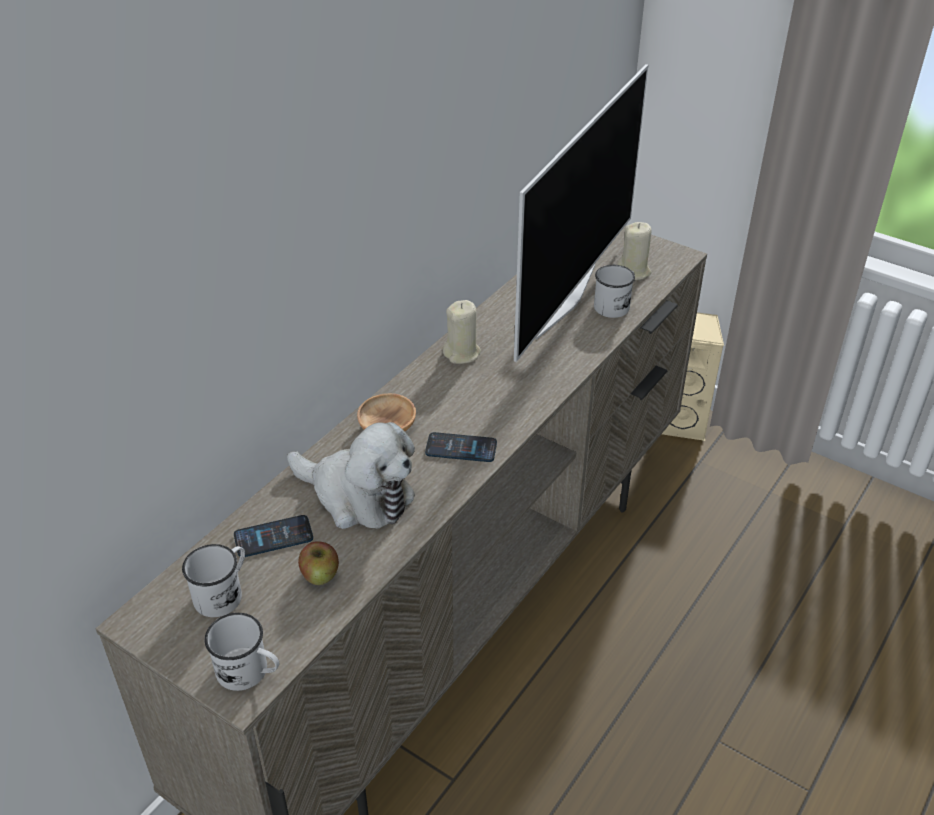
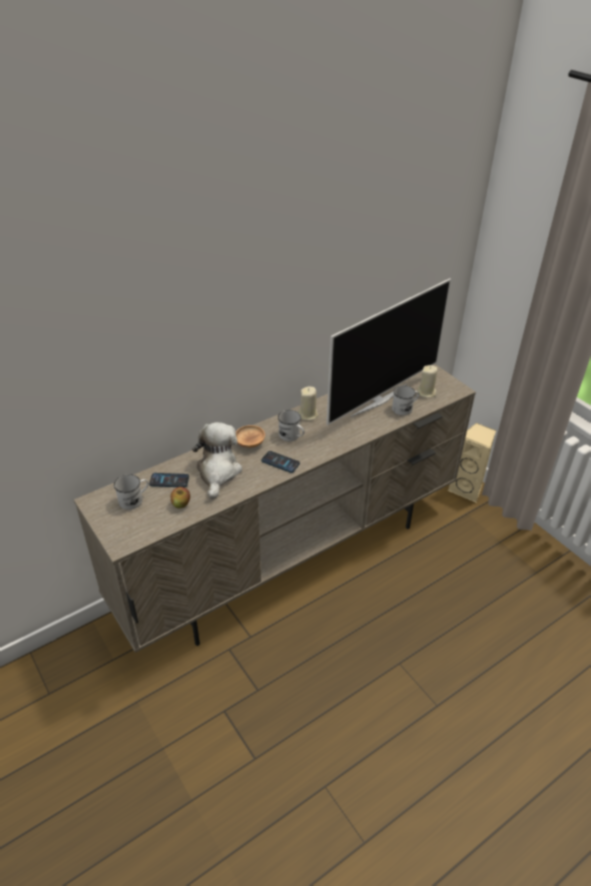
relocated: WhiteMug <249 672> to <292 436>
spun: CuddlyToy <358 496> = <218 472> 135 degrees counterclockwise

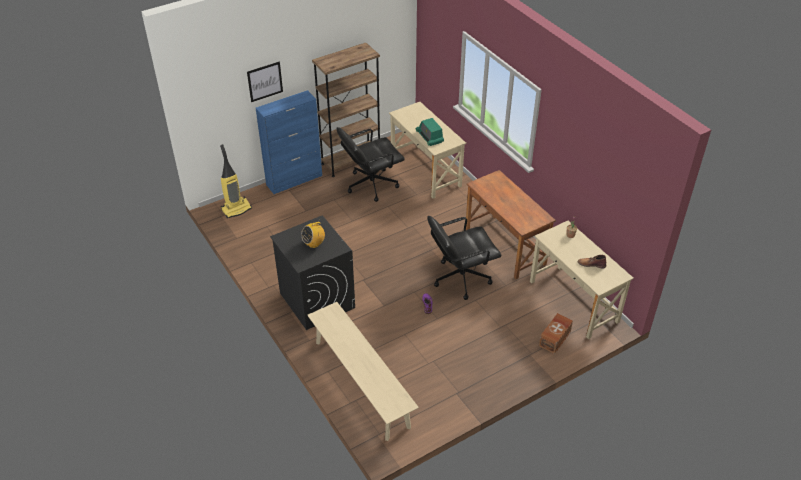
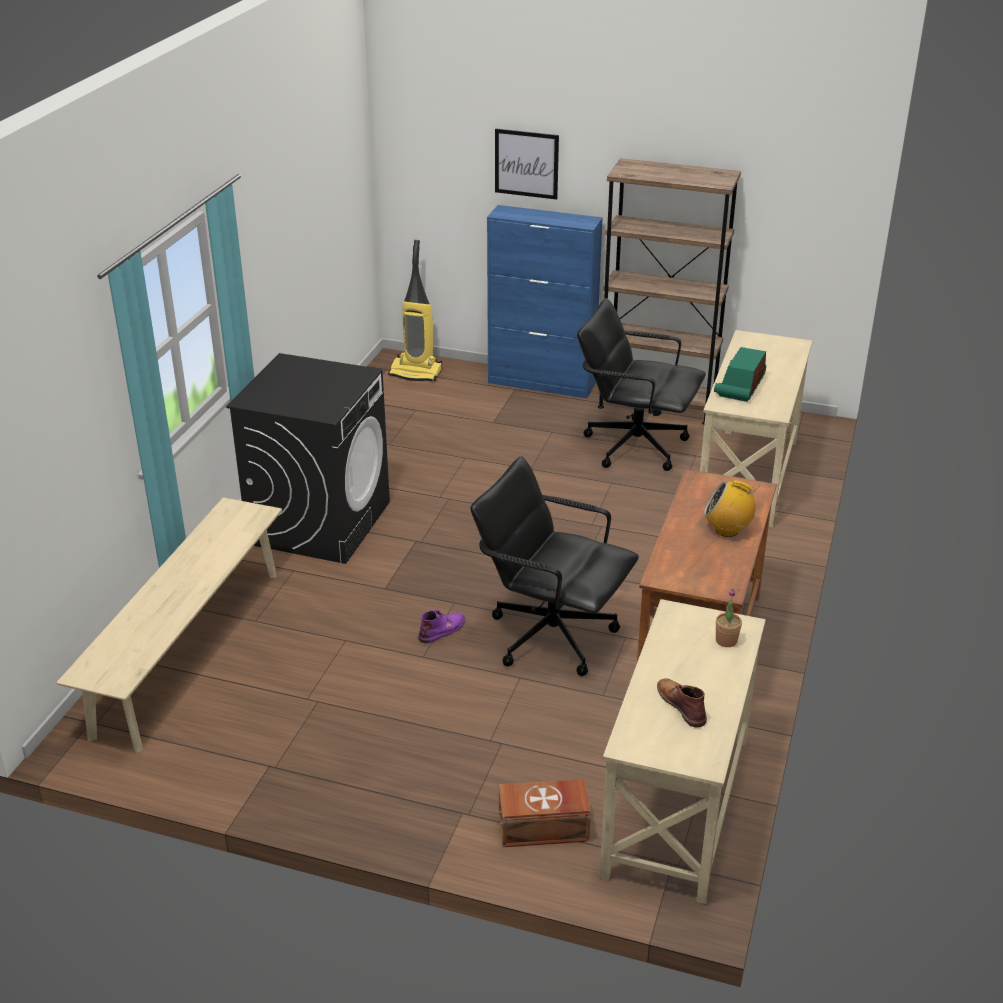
relocated: RadioReceiver <314 243> to <727 529>

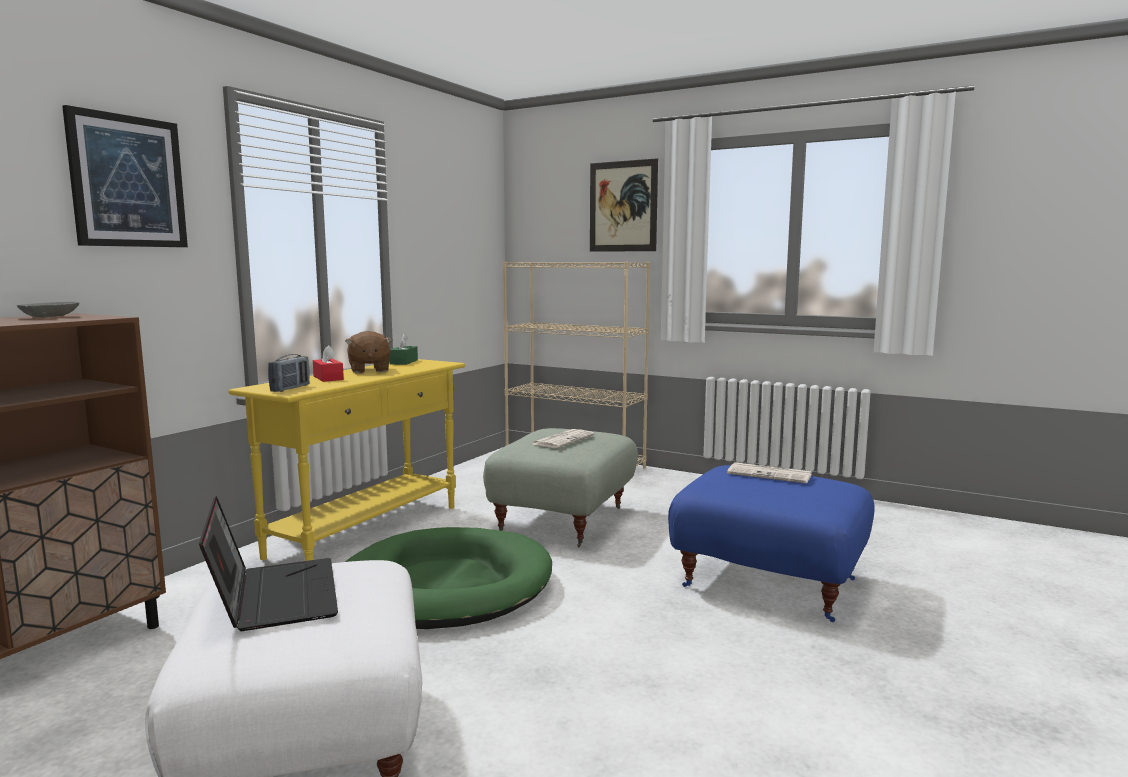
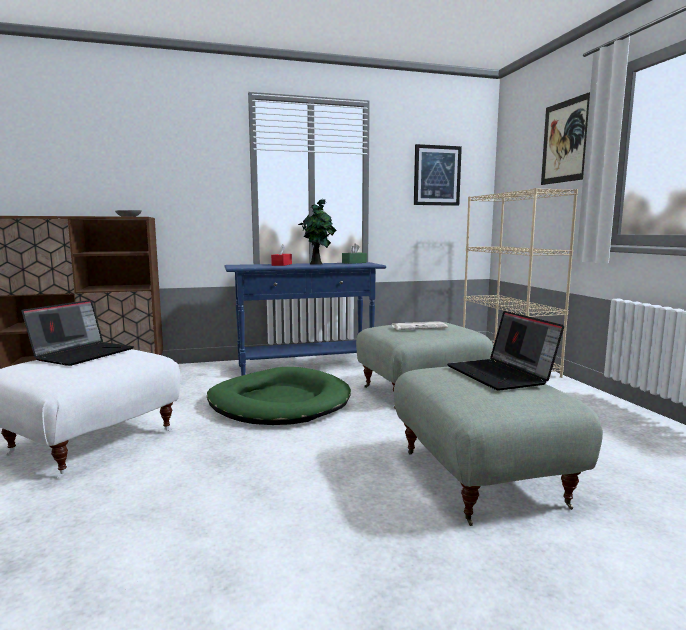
missing: RadioReceiver <290 388>
relocated: Picture <128 181> to <437 175>
exchanged: BrownColouredCuddlyToy <369 370> to PottedPlant <317 264>; DailyPaper <770 474> to PortableComputer <502 375>
colour: YellowColouredNarrowTable <367 531> to BlueNarrowTable <306 367>; BlueFootrest <770 582> to GreyishFootrest <484 478>

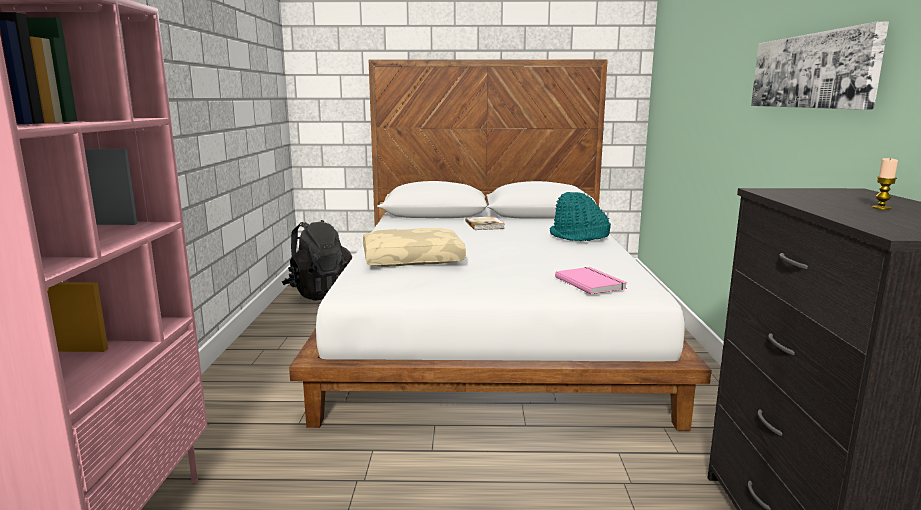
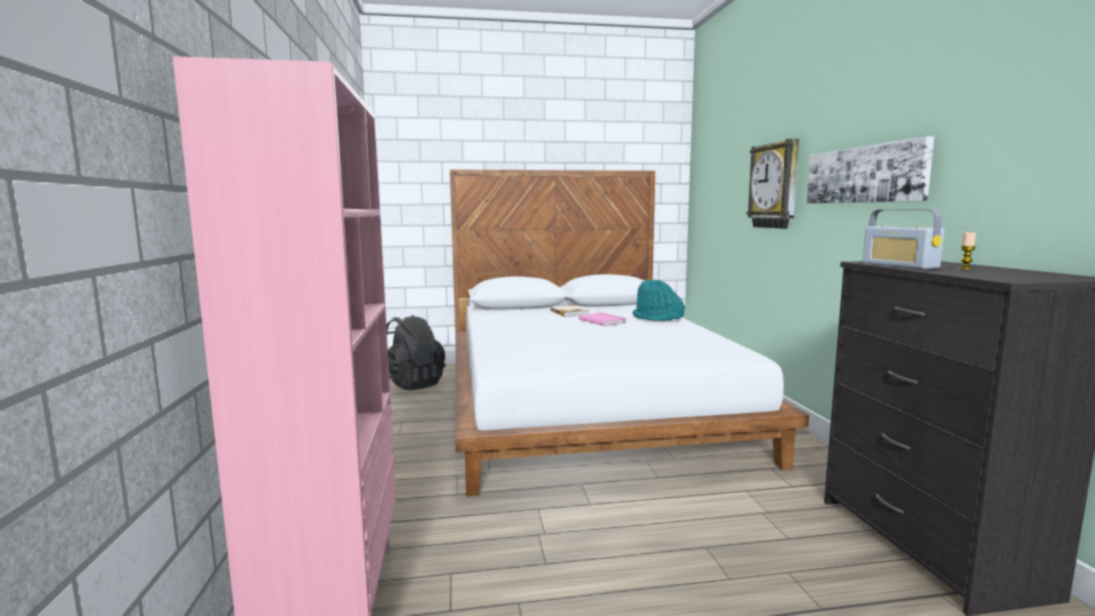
missing: BeigePillow <413 259>
appeared: ClockOnTheWall <775 186>; RadioReceiver <899 266>
relocated: PinkBook <591 282> to <603 321>

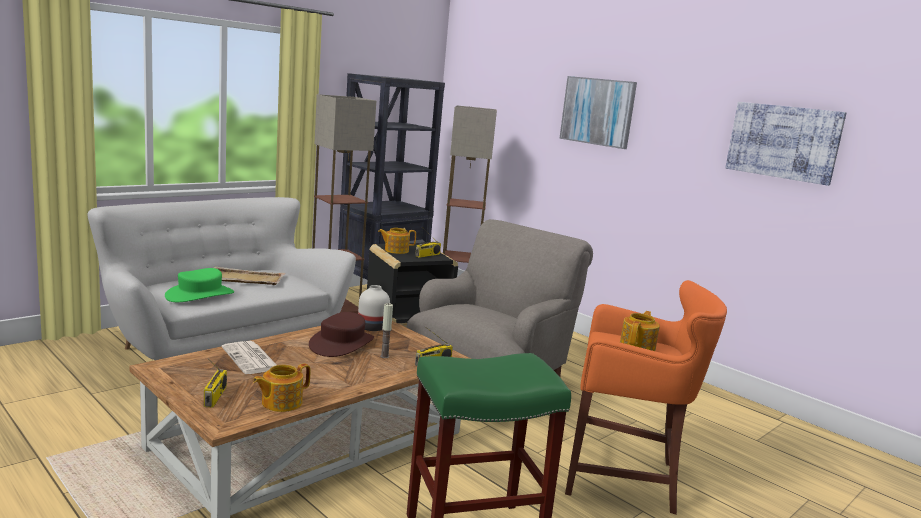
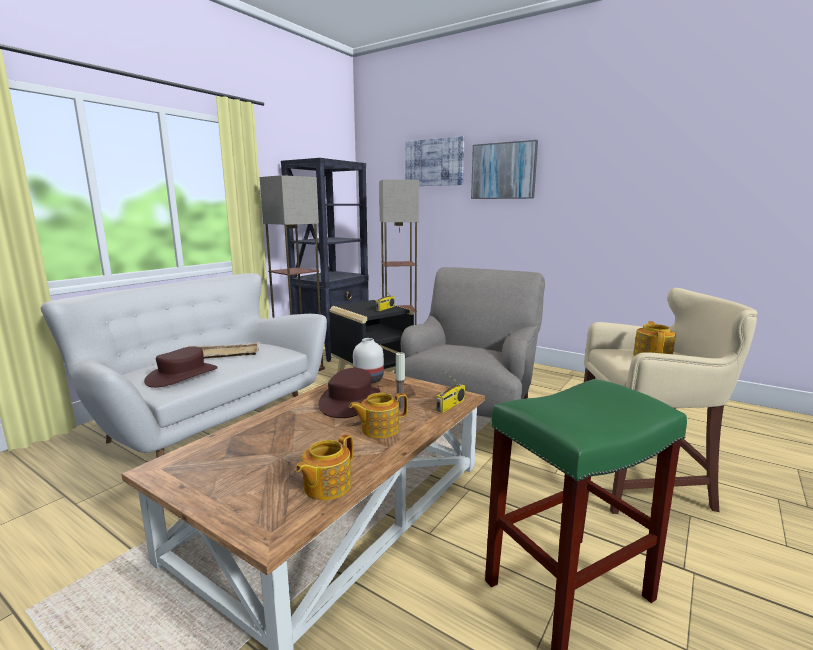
missing: RadioReceiver <215 397>; DailyPaper <251 359>
relocated: Teapot <396 250> to <379 429>; Picture <783 142> to <434 162>
colour: GreenColouredHat <200 295> to BrownColouredHat <182 375>; OrangeyStoolSeat <625 477> to BeigeStoolSeat <645 481>

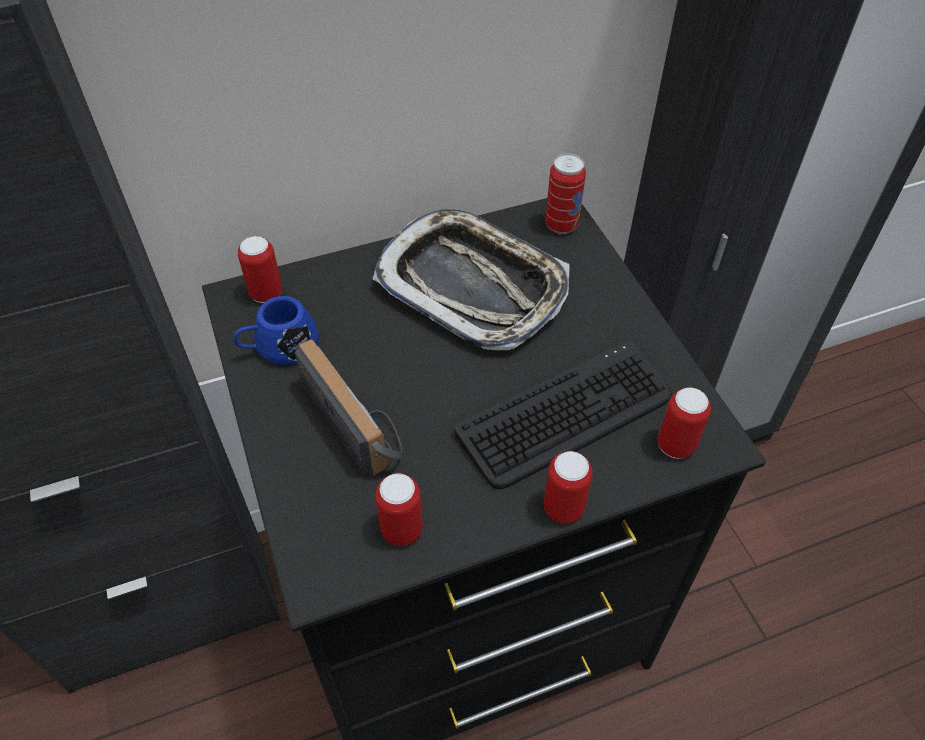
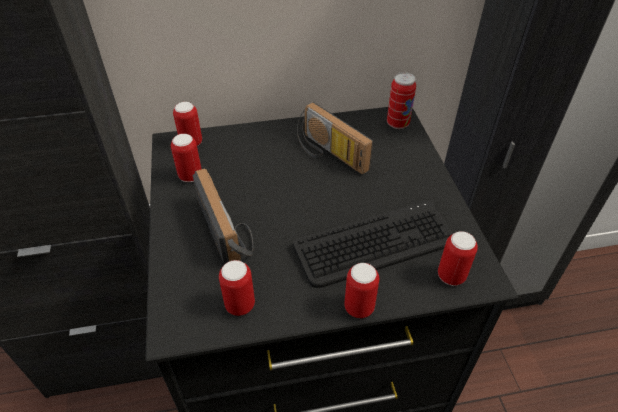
exchanged: BlueMug <279 347> to MetalCan <190 176>; Tray <472 286> to RadioReceiver <328 154>

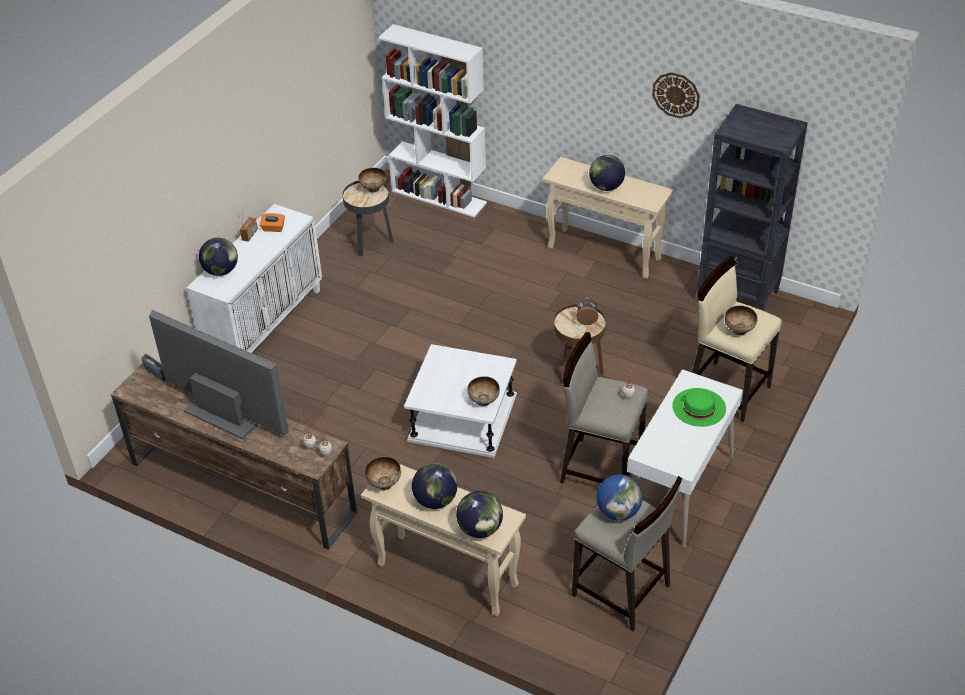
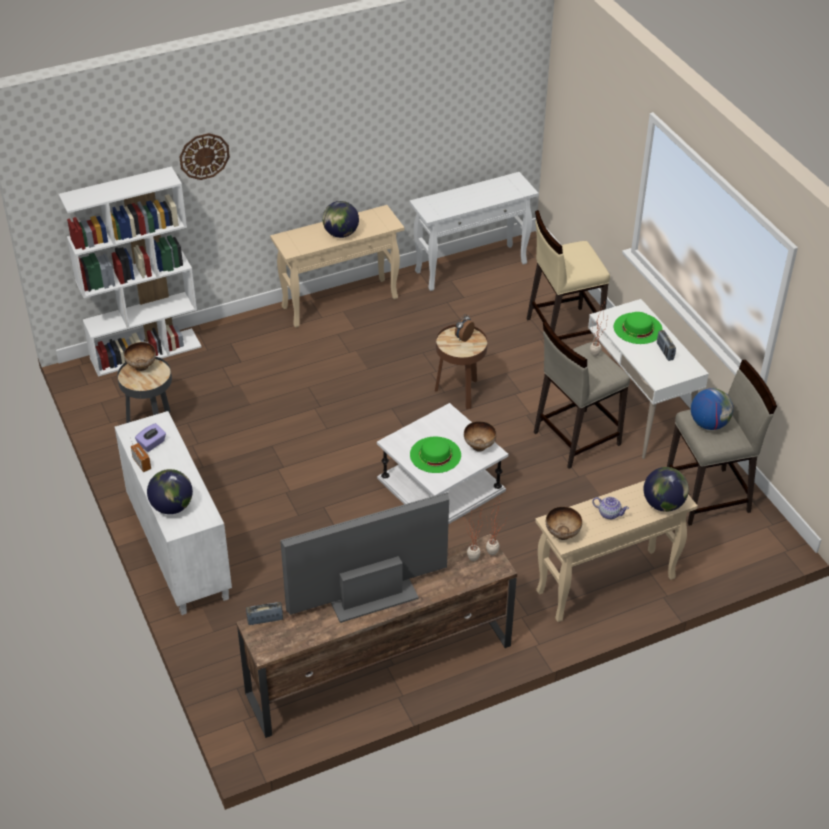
missing: Bowl <738 330>
appeared: GreenColouredHat <435 454>; RadioReceiver <665 351>
relocated: ClockOnTheWall <676 95> to <204 156>
exchanged: Globe <435 500> to Teapot <609 513>; BlackColouredBookcase <738 297> to WhiteNarrowTable <471 267>
colour: OrangeyTissueBox <273 228> to PurplishTissueBox <152 444>

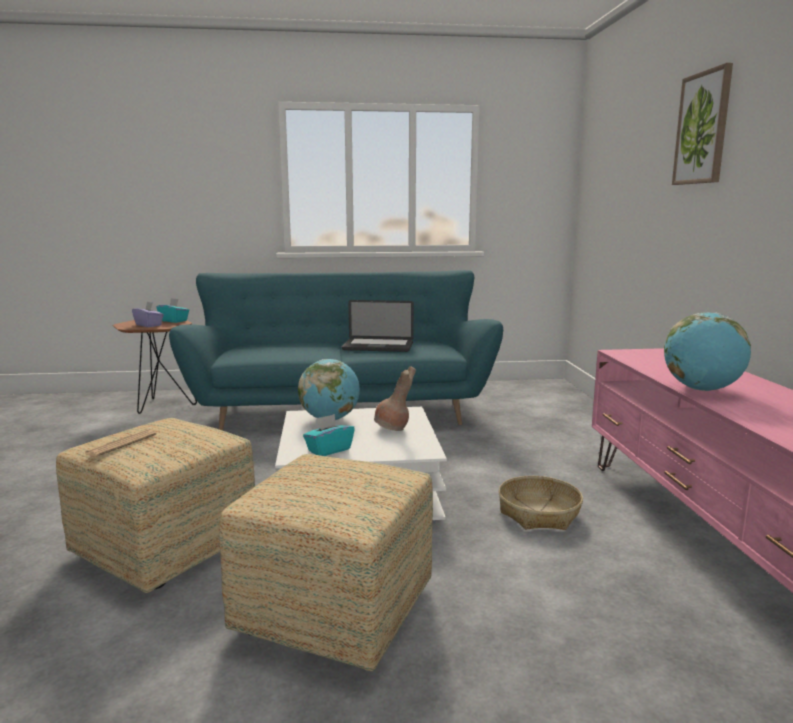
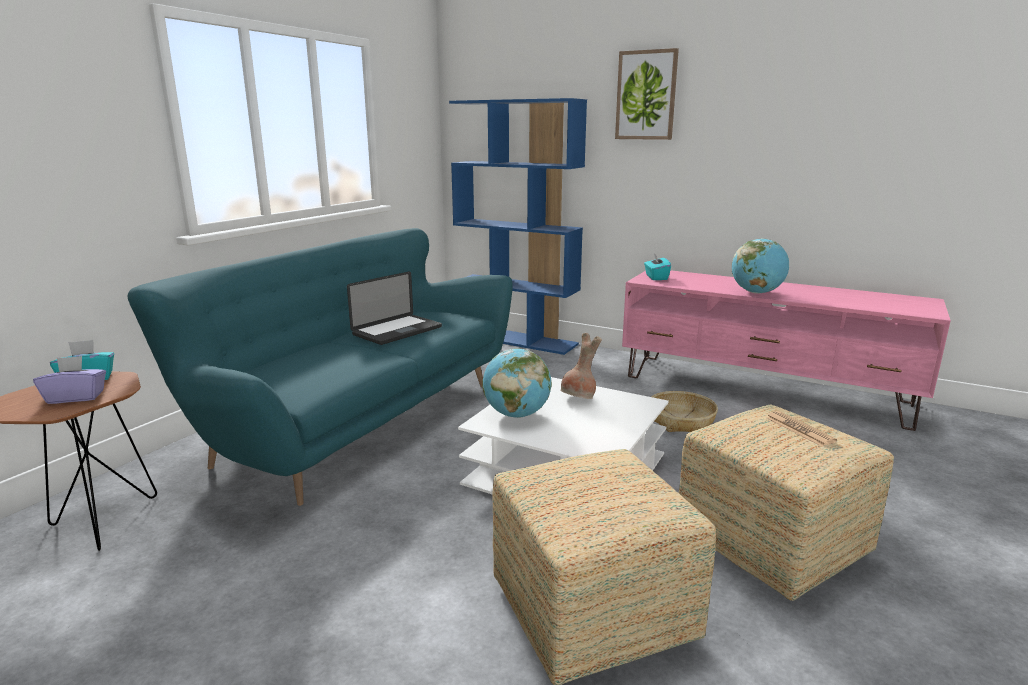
appeared: BlueBookcase <517 339>
relocated: DailyPaper <121 444> to <799 429>; TurquoiseColouredTissueBox <329 450> to <656 277>

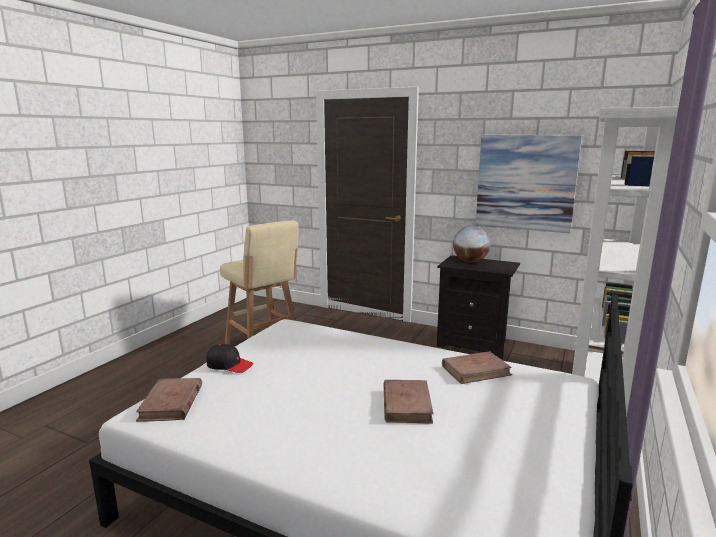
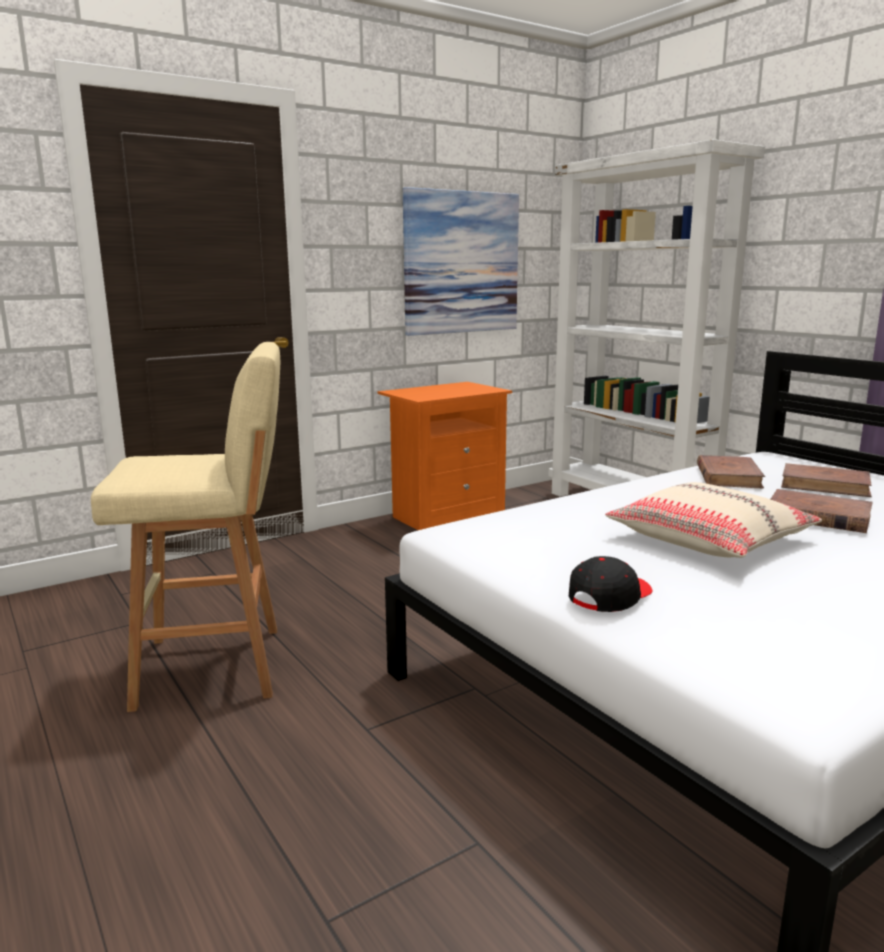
missing: Globe <470 261>
appeared: BeigePillow <709 540>
relocated: BrownColouredBook <171 403> to <825 485>
colour: BlackColouredNightTable <474 344> to OrangeyNightTable <445 517>

